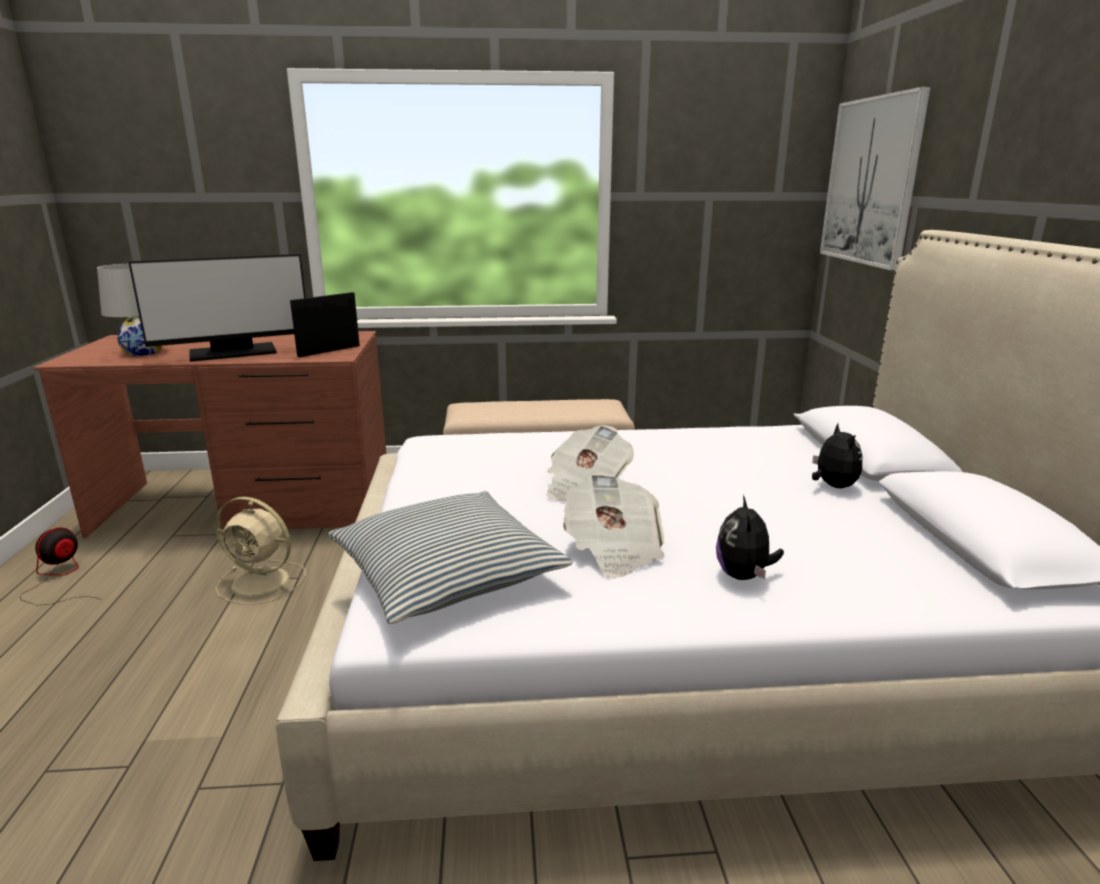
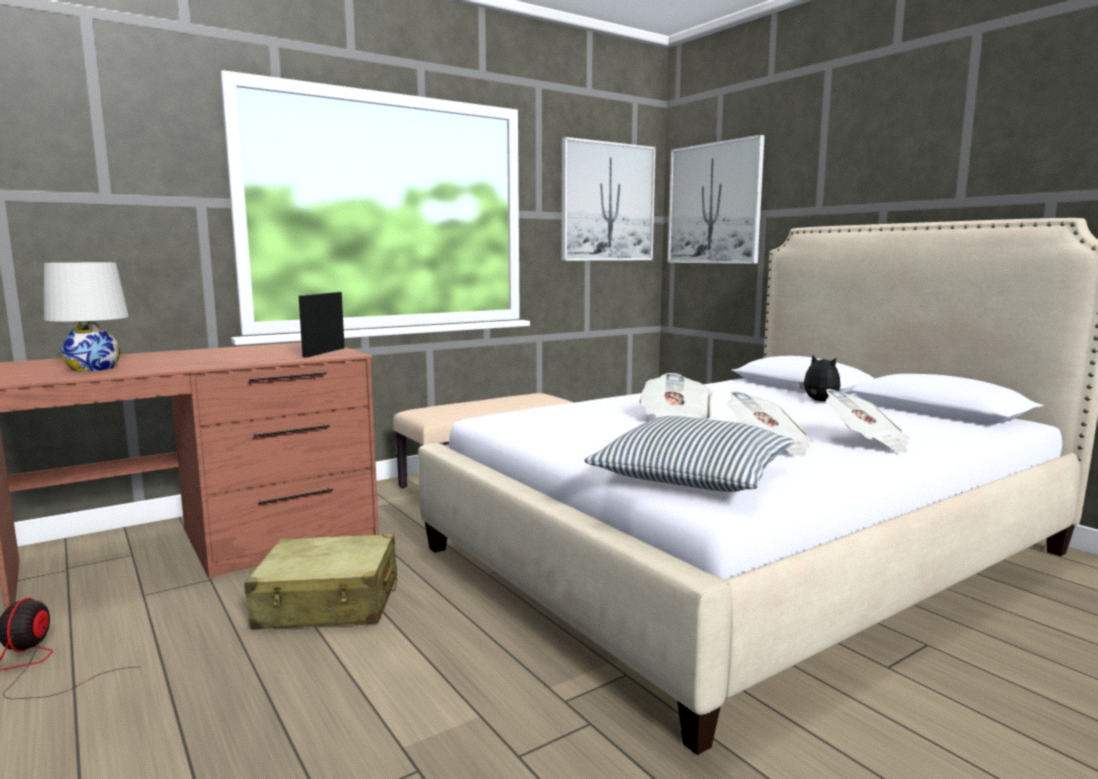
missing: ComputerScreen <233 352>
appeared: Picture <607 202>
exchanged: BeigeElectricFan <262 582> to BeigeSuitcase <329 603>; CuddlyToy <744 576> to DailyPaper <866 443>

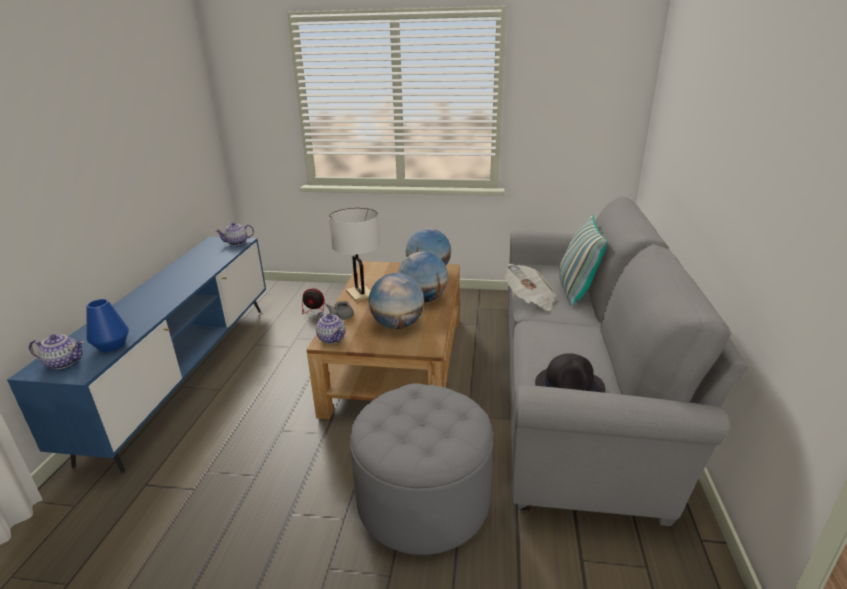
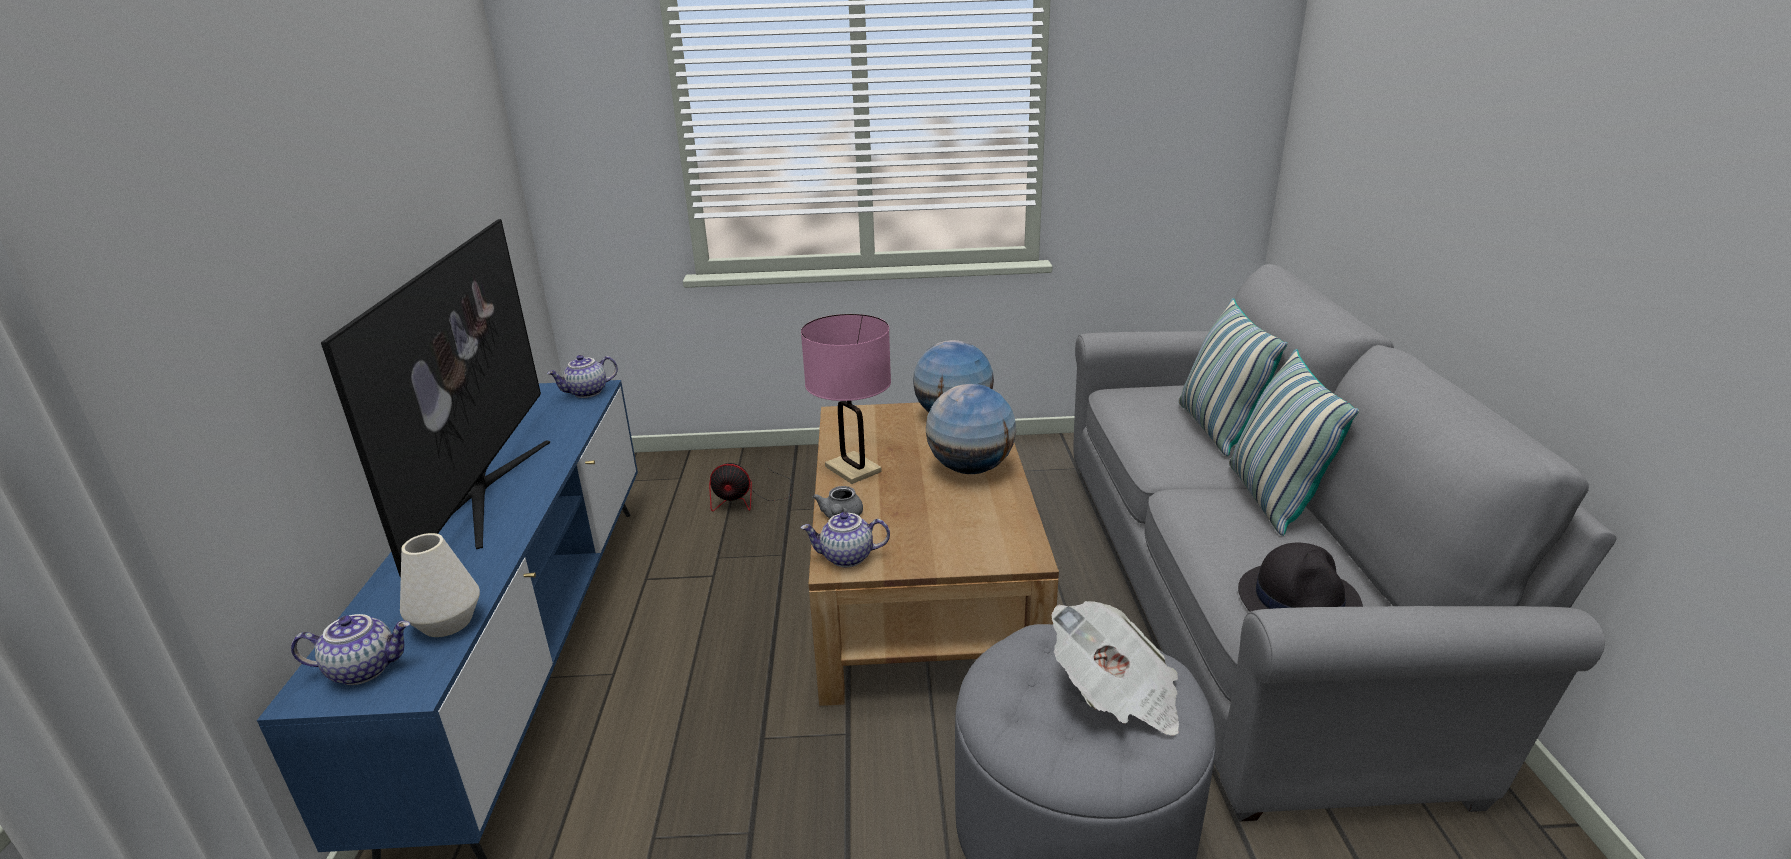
missing: Globe <397 325>
appeared: TvSet <483 492>; Pillow <1271 499>
relocated: DailyPaper <530 300> to <1116 695>
colour: BlueVase <112 345> to WhiteVase <447 622>; WhiteTableLamp <360 294> to PinkTableLamp <853 469>
spun: Teapot <332 338> = <846 558> 135 degrees clockwise

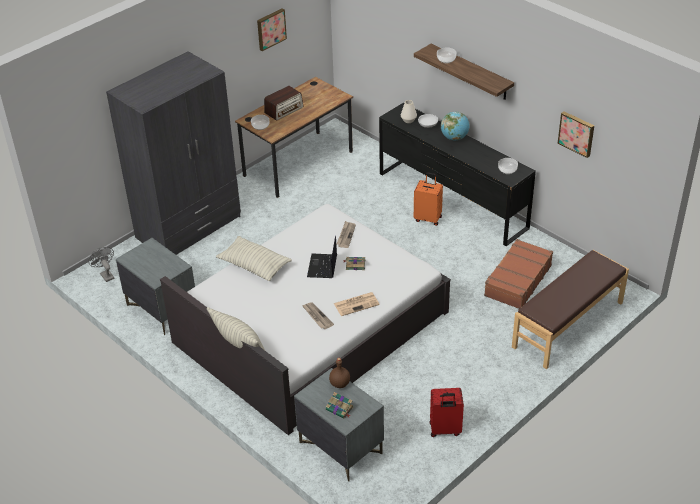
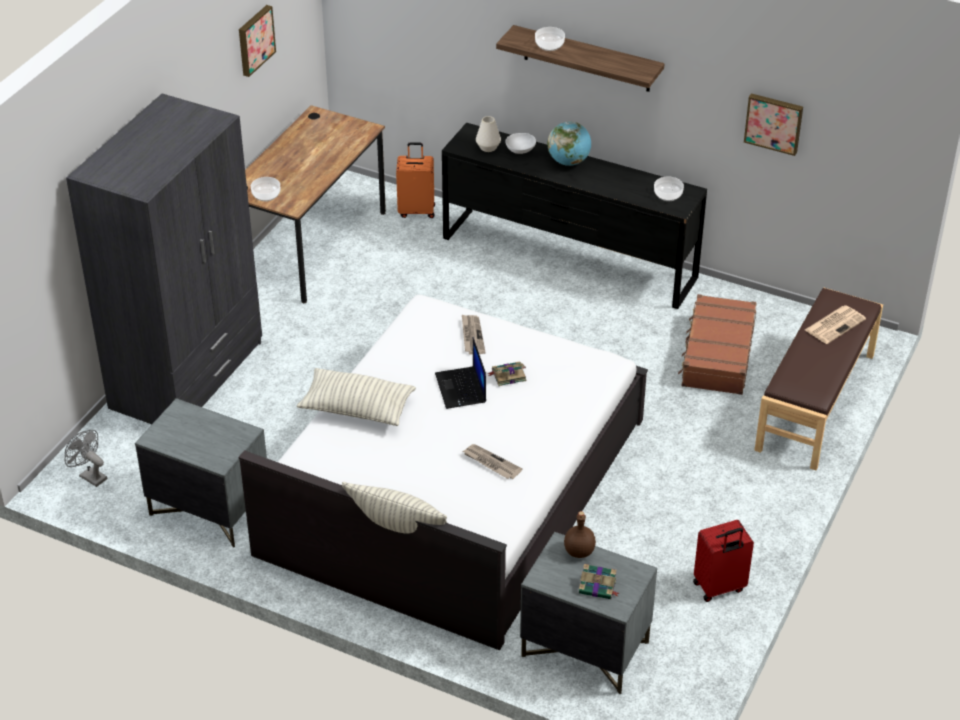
missing: RadioReceiver <284 110>
relocated: DailyPaper <357 304> to <835 324>; OrangeySuitcase <428 218> to <417 210>

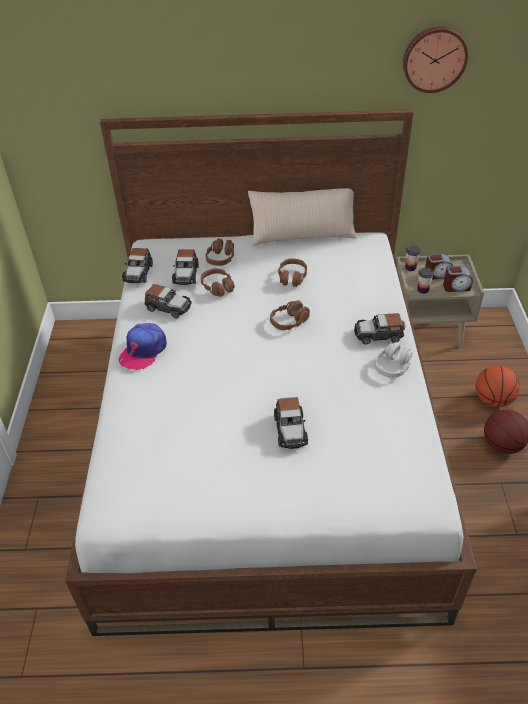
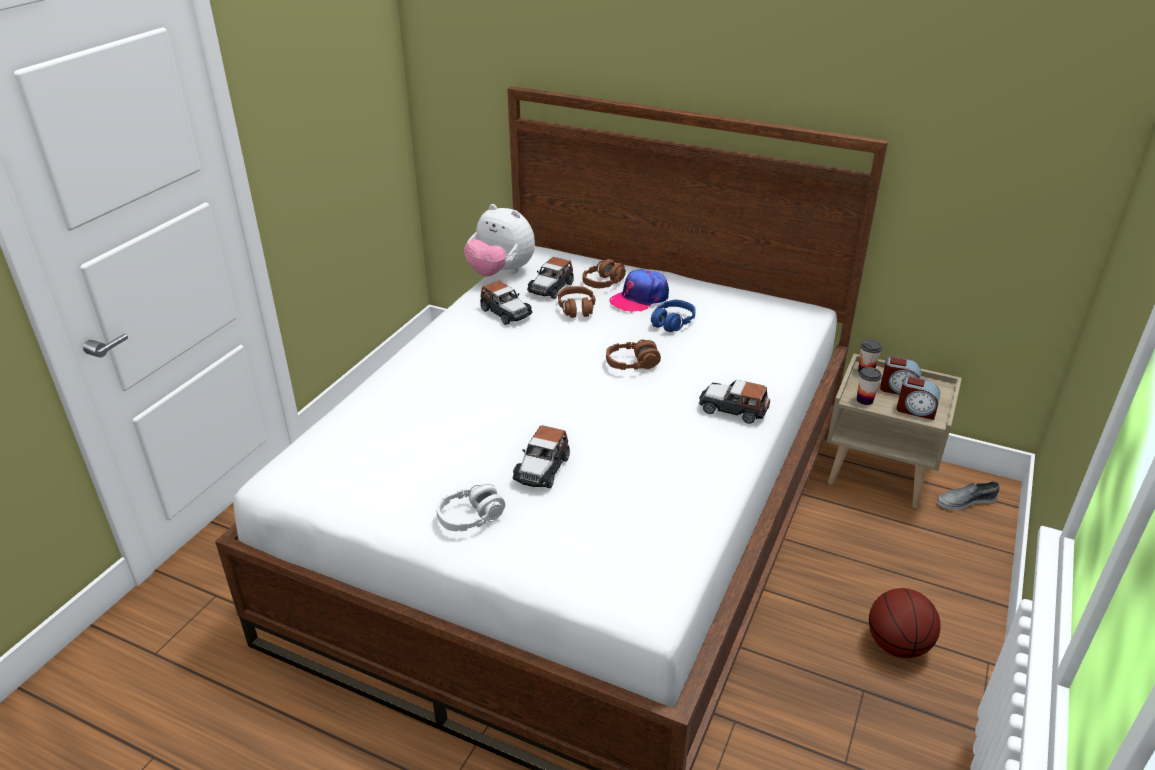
missing: BeigePillow <302 235>; ClockOnTheWall <434 59>; BasketballBall <492 400>
appeared: GreyishItemOfFootwear <966 501>
relocated: Cap <143 350> to <639 298>; GreyishHeadphones <393 366> to <471 517>
exchanged: ToyCar <138 273> to CuddlyToy <501 273>
colour: BrownColouredHeadphones <292 277> to BlueHeadphones <672 322>

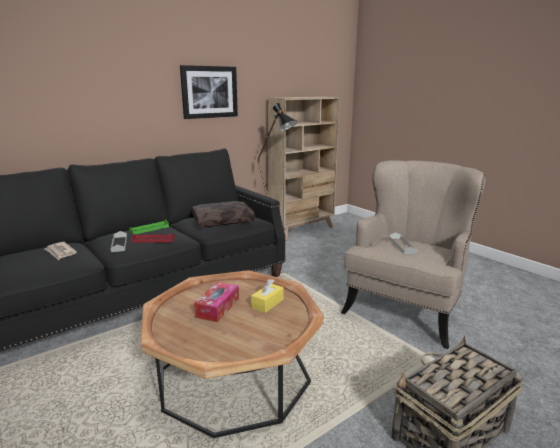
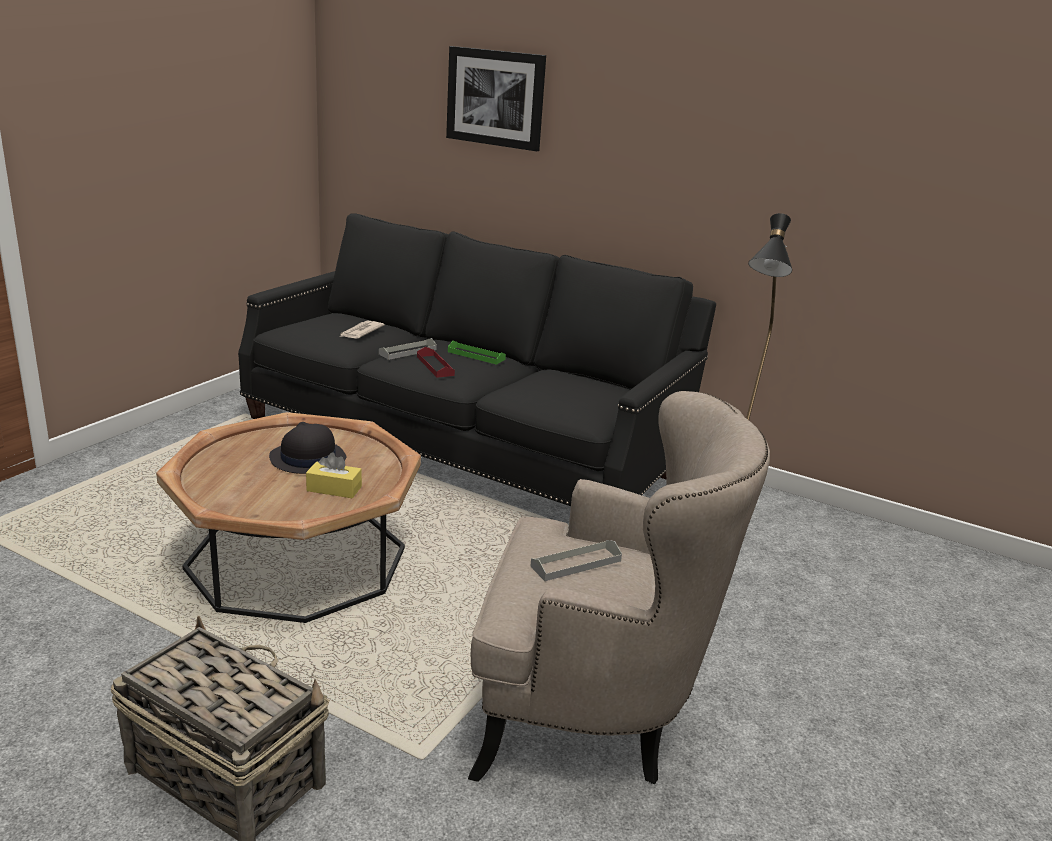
missing: BrownColouredPillow <223 220>; BeigeBookcase <302 230>
relocated: Picture <209 92> to <495 98>
exchanged: TissueBox <217 308> to BlackColouredHat <307 458>

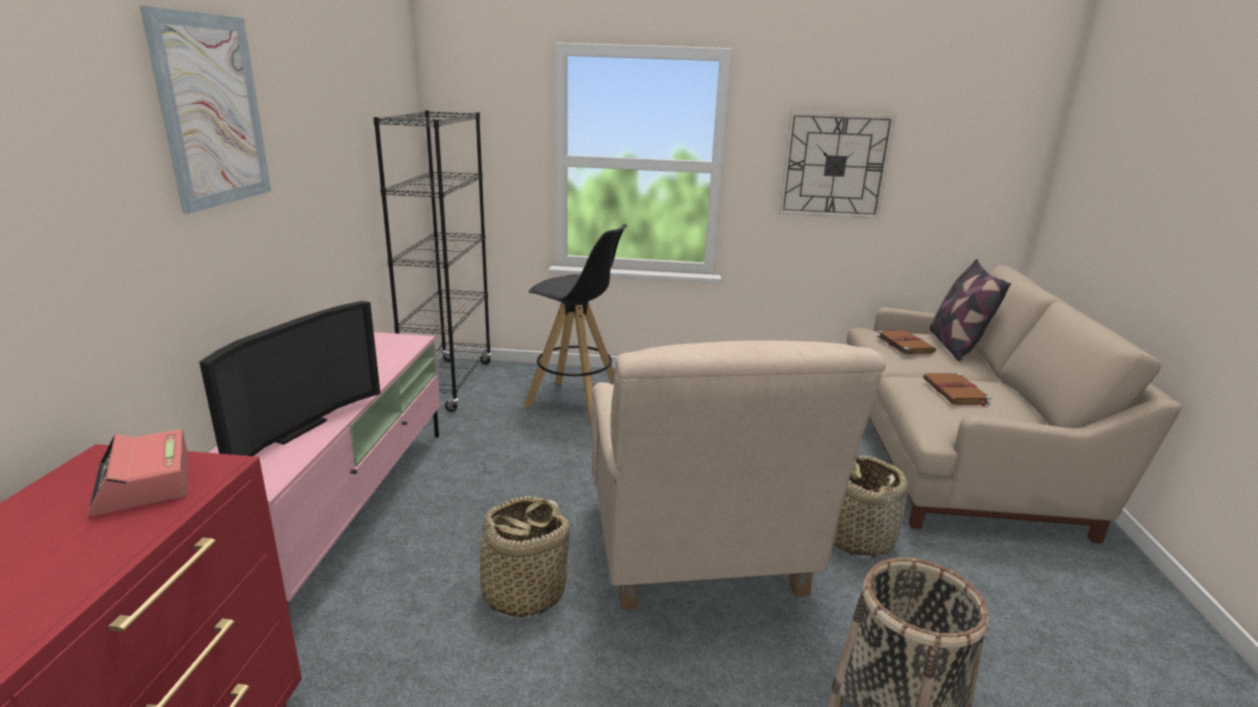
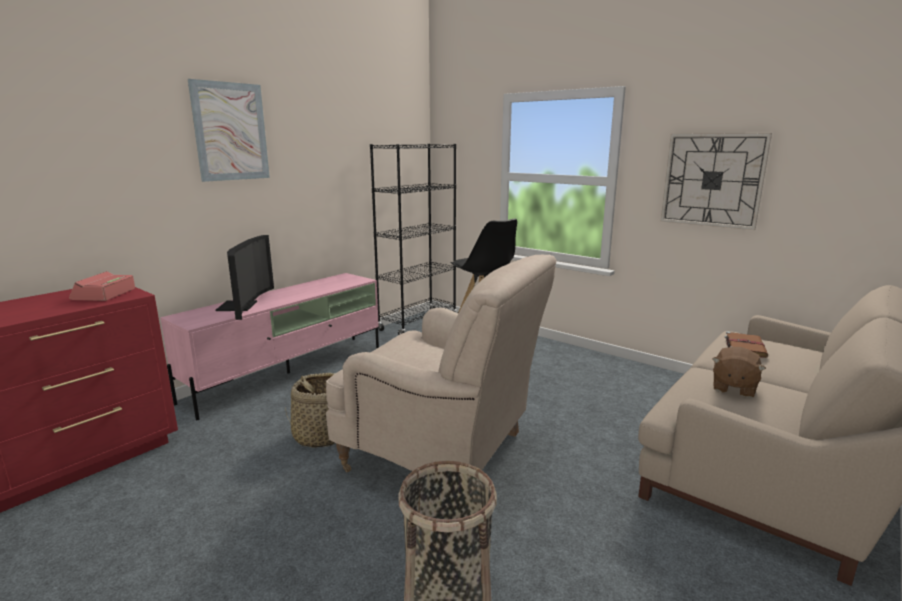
missing: HouseholdBasket <855 537>; Pillow <955 346>
exchanged: BrownColouredBook <956 392> to BrownColouredCuddlyToy <733 387>
spun: TvSet <292 429> = <243 306> 60 degrees counterclockwise; BeigeArmchair <698 555> = <443 454> 90 degrees counterclockwise

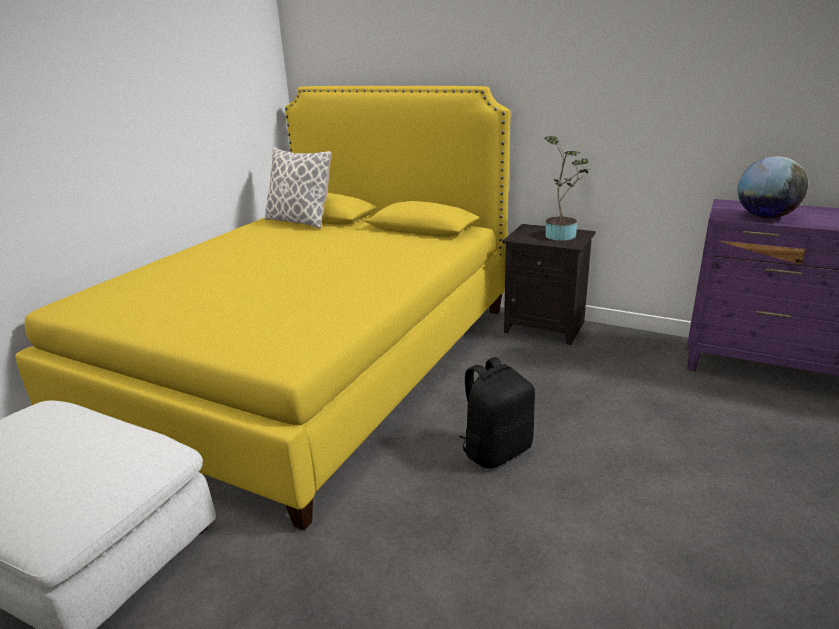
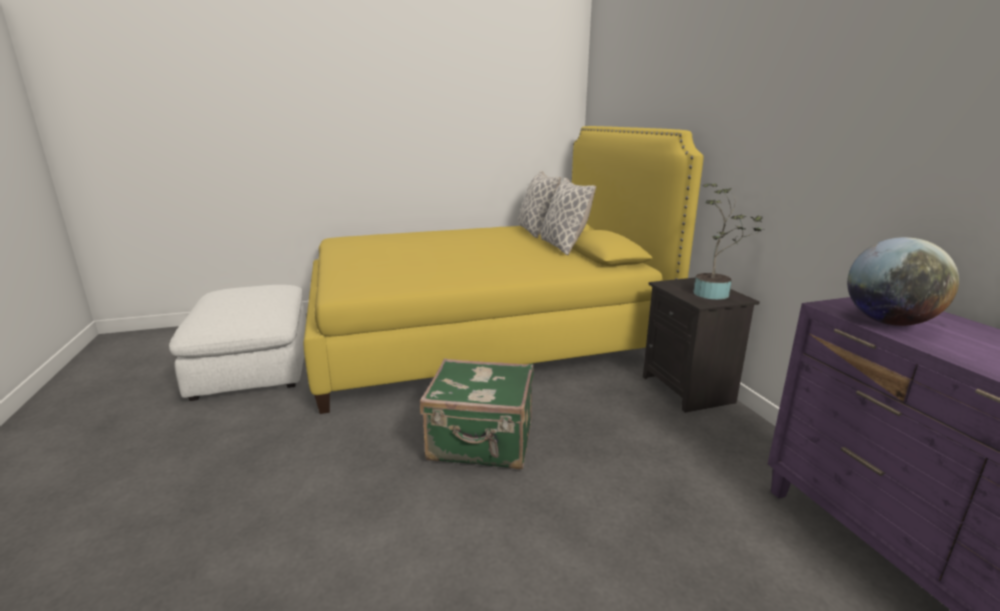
appeared: Pillow <563 247>
exchanged: BlackColouredBackpack <496 450> to GreenColouredSuitcase <482 442>

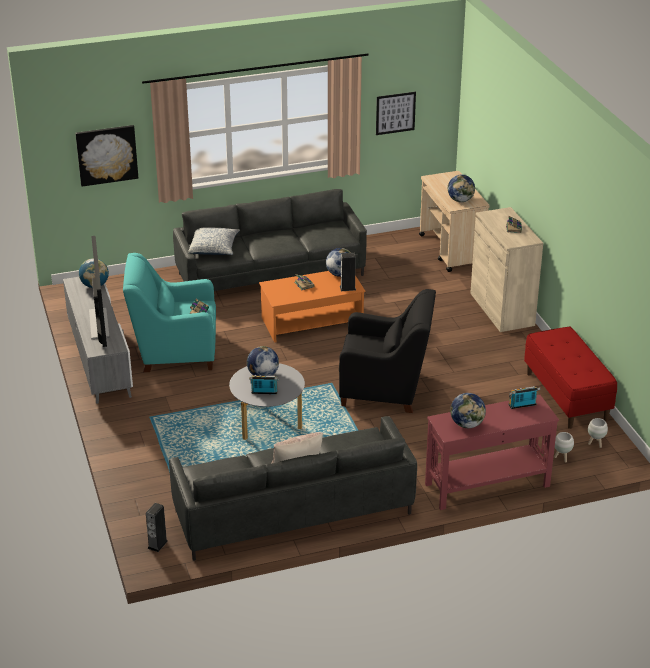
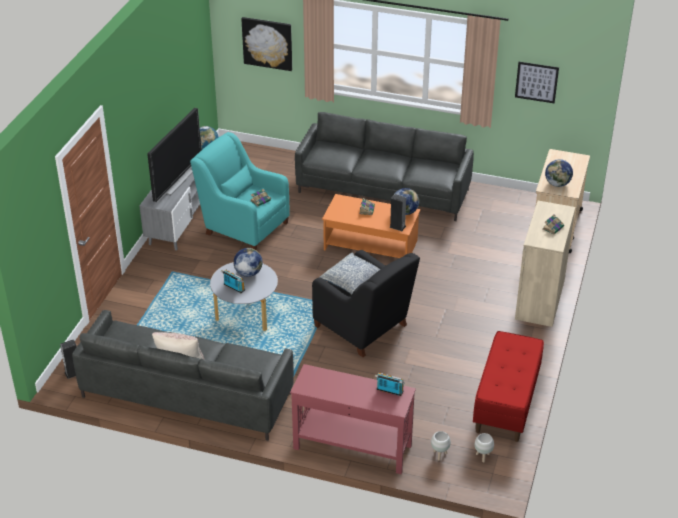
missing: Globe <467 424>
relocated: Pillow <214 248> to <353 281>

